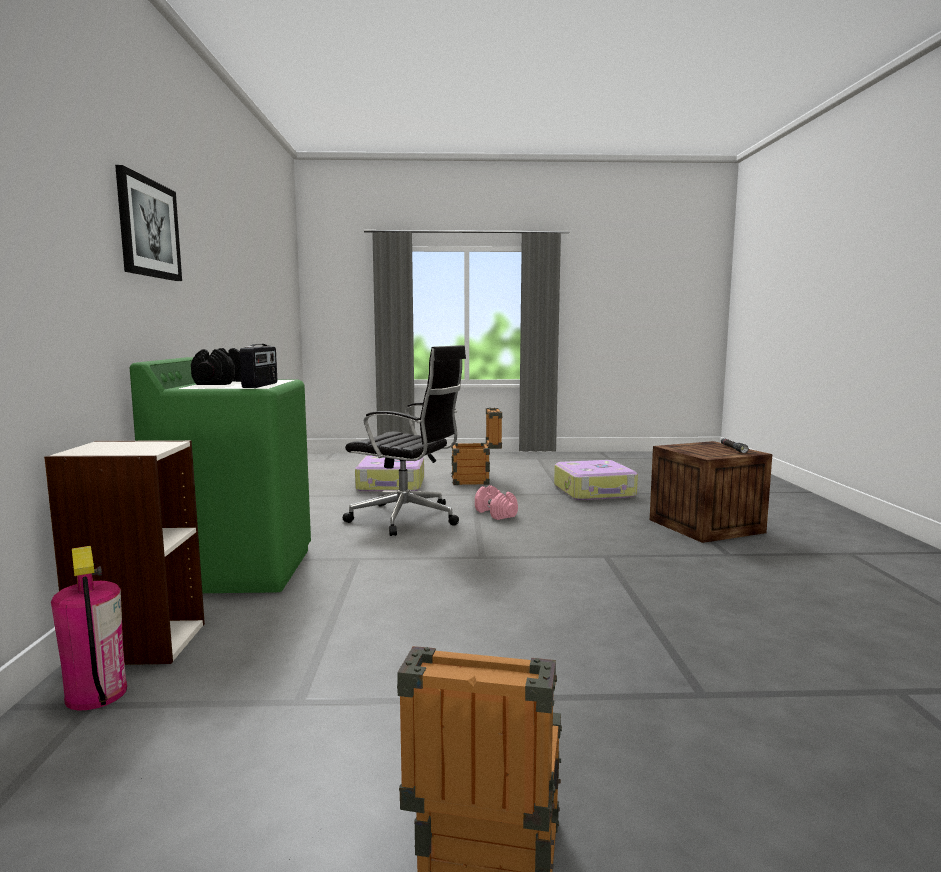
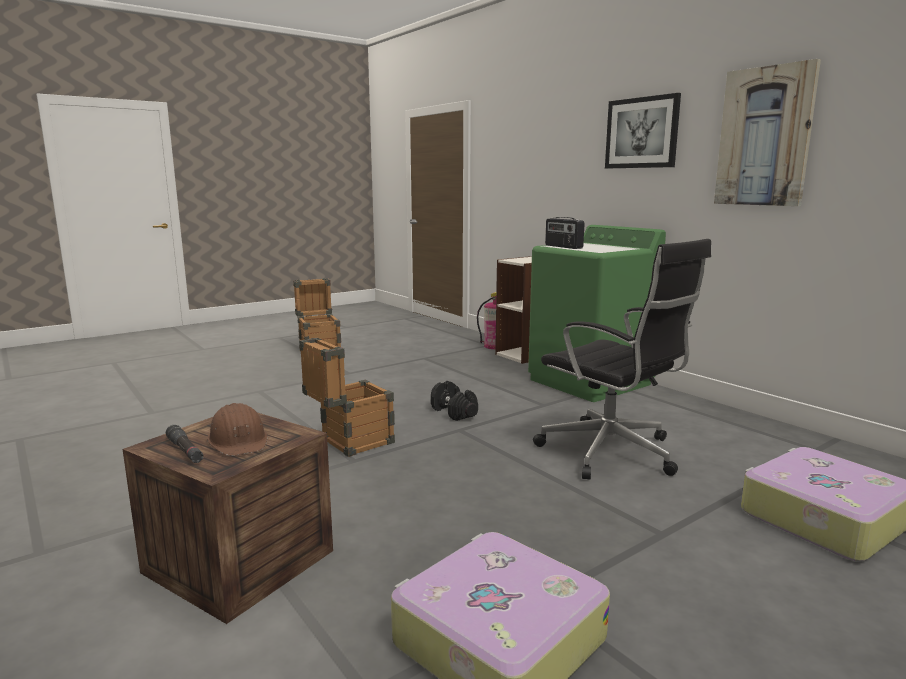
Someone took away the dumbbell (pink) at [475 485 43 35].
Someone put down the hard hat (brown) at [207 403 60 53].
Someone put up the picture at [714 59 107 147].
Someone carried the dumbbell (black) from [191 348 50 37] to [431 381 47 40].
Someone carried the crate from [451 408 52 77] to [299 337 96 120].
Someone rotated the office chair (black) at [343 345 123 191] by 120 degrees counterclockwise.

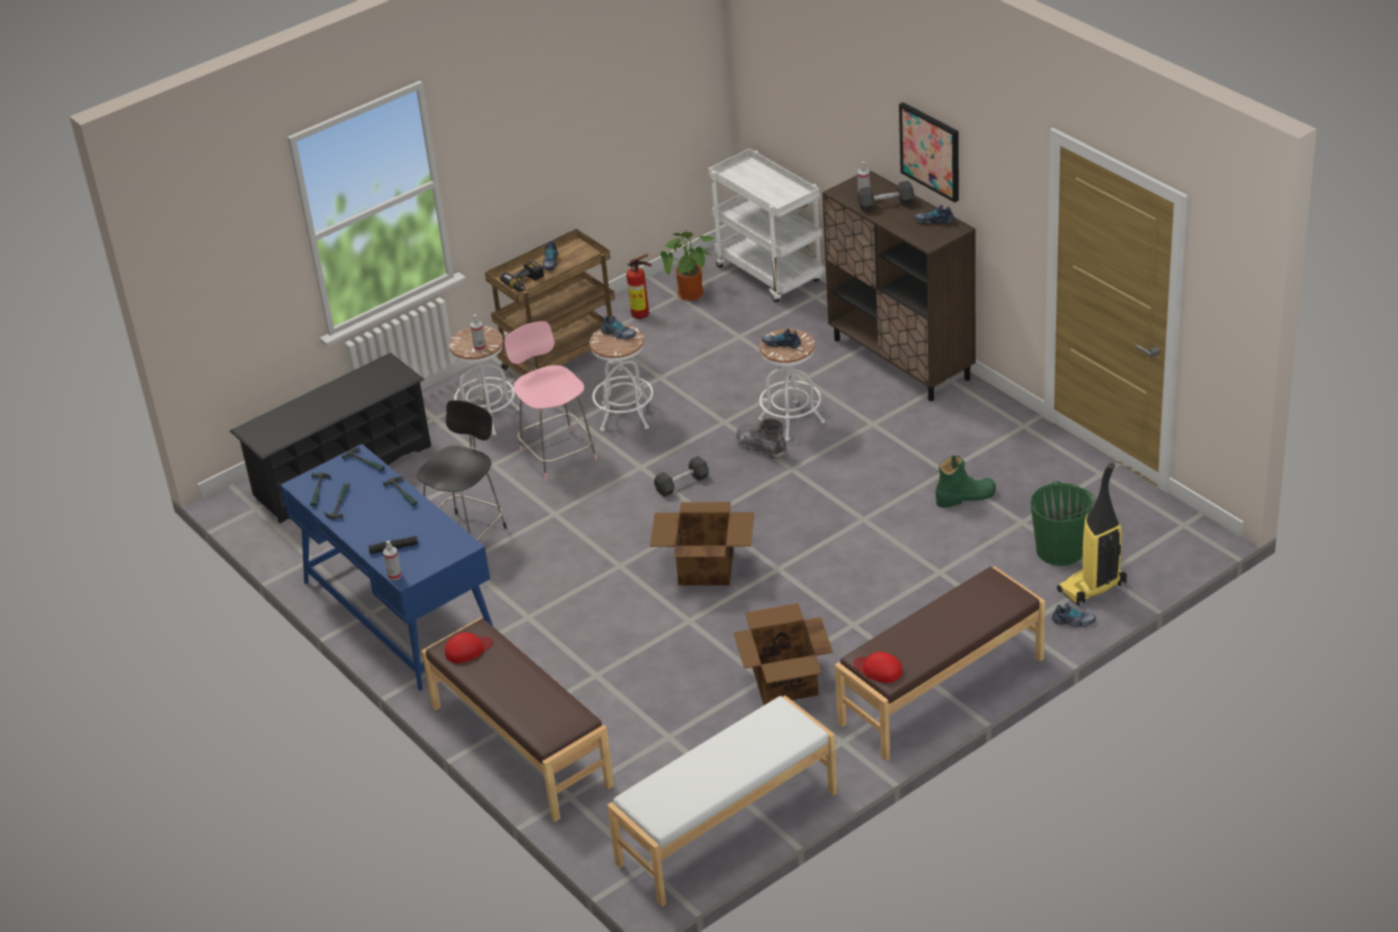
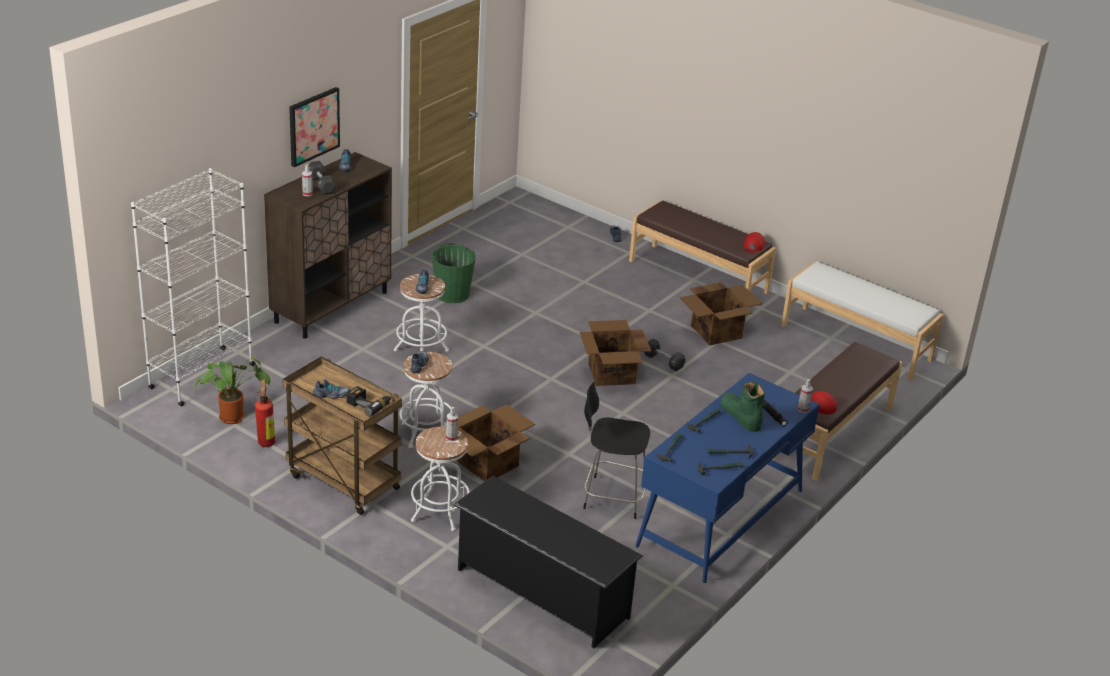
Someone took away the boot (grey) at [736 418 52 43].
Someone took away the vacuum cleaner at [1057 463 70 143].
Someone carried the dumbbell (black) from [654 456 55 41] to [644 339 42 32].
Someone carried the boot (green) from [936 456 60 52] to [720 382 45 50].
Someone carried the bucket (green) from [1030 481 65 85] to [432 243 44 60].
Someone swapped the chair (pink) at [504 321 93 159] for the cardboard box at [457 404 78 77].
Someone swapped the cart (white) at [708 148 116 154] for the bookcase (white) at [131 168 125 239].

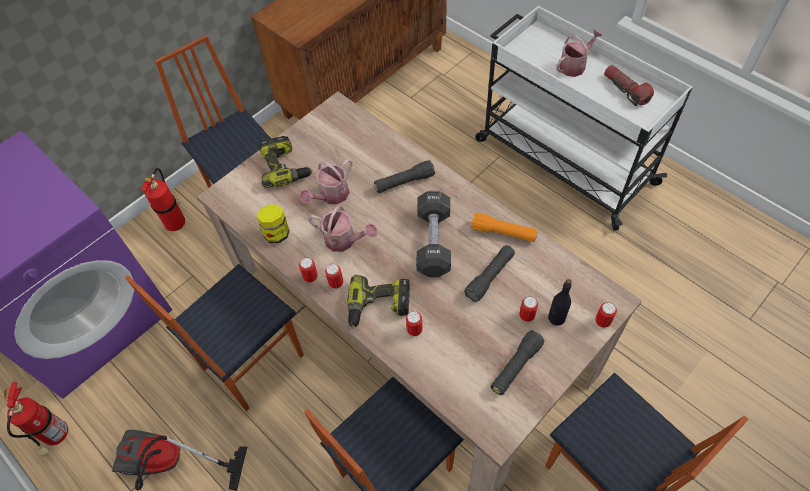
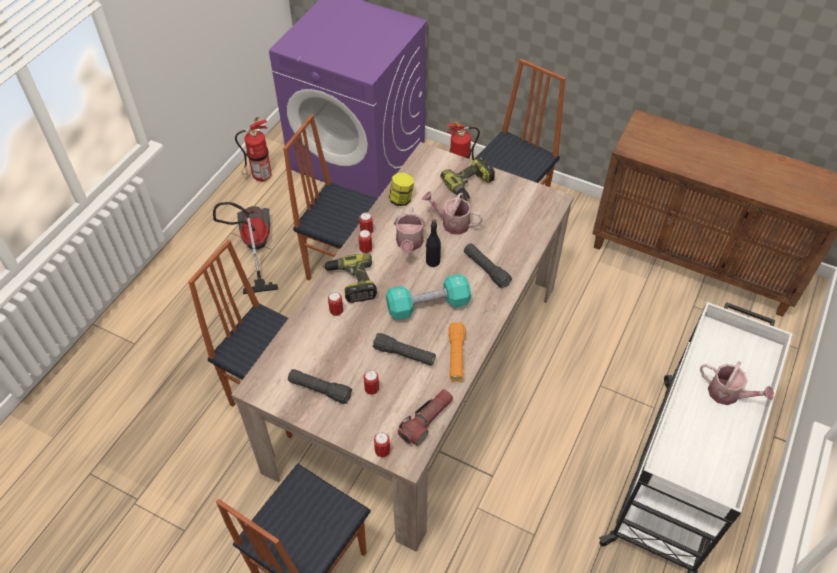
Someone carried the bottle (black) from [548 279 24 46] to [426 219 15 48].
Someone carried the flashlight from [604 65 50 41] to [398 389 55 57].
Someone repainted the dumbbell (black) at [416 191 35 86], which became the dumbbell (turquoise) at [386 274 85 46].

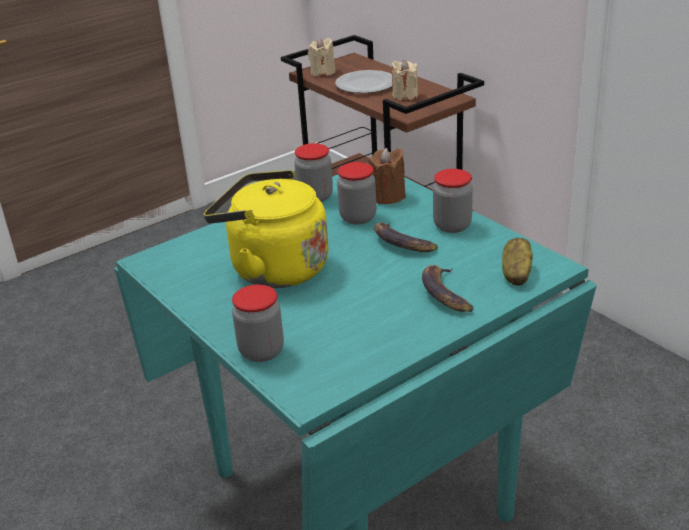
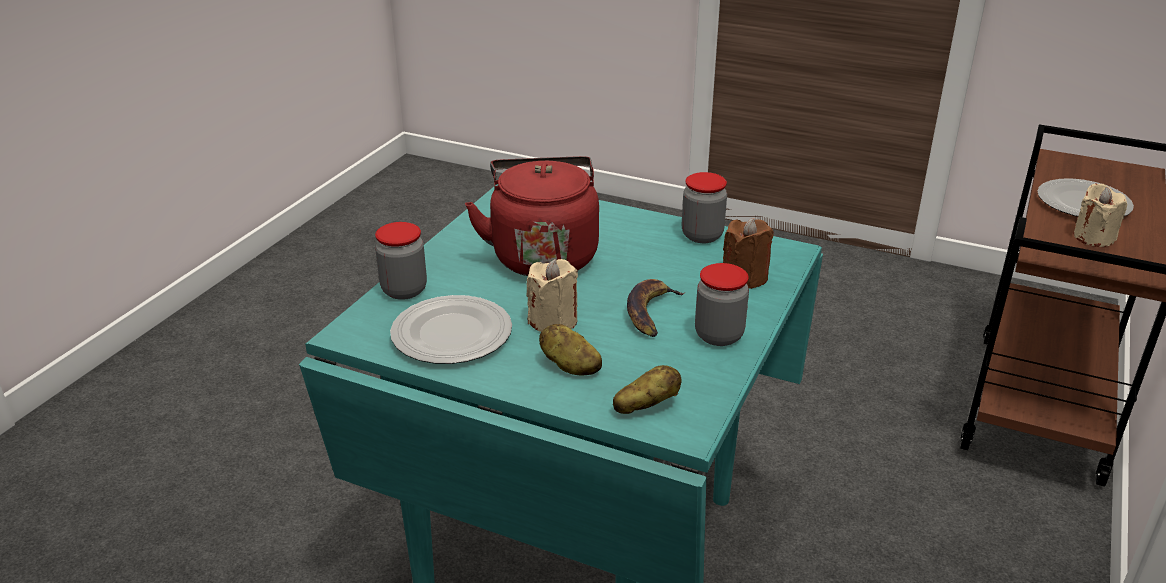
Someone took away the jar at [337 162 39 63].
Someone put down the plate at [390 295 122 69].
Someone carried the candle (beige) from [308 38 27 39] to [526 259 52 73].
Someone swapped the banana at [422 265 51 47] for the potato at [539 324 63 52].
Someone repainted the kettle (yellow) at [204 170 125 118], which became the kettle (red) at [465 156 134 120].

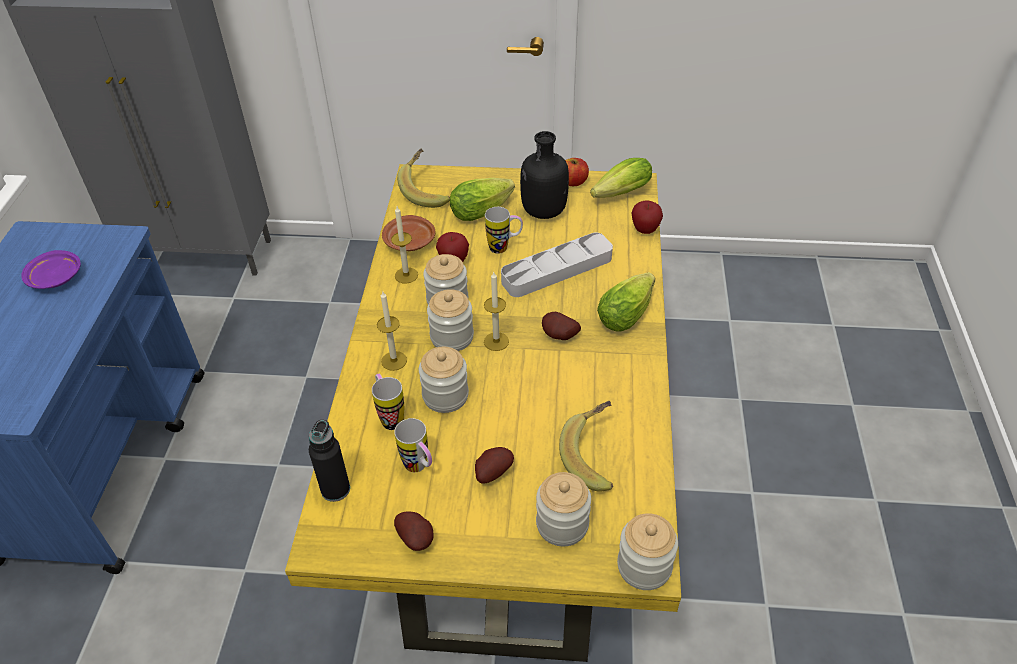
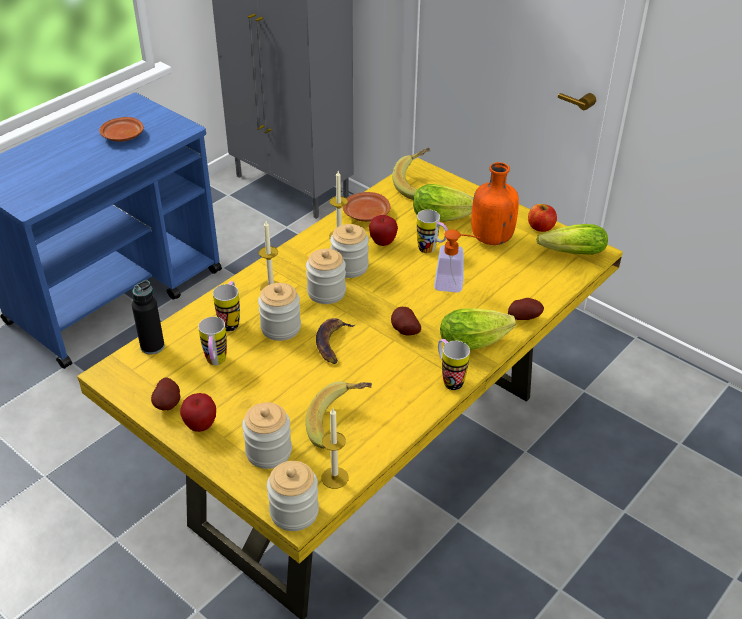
Someone put down the banana at [316 318 39 46].
Someone put down the mug at [438 339 32 51].
Someone carried the potato from [475 447 39 37] to [508 298 36 22].
Someone carried the candle from [484 272 25 79] to [321 408 28 81].
Someone carried the apple from [632 200 31 34] to [180 393 36 39].
Someone swapped the tray (grey) at [501 233 112 64] for the soap dispenser at [434 230 46 63].
Someone repainted the plate (purple) at [21 250 60 39], which became the plate (brown) at [99 117 45 25].
Someone repainted the bottle (black) at [520 131 49 88], which became the bottle (orange) at [471 162 48 83].

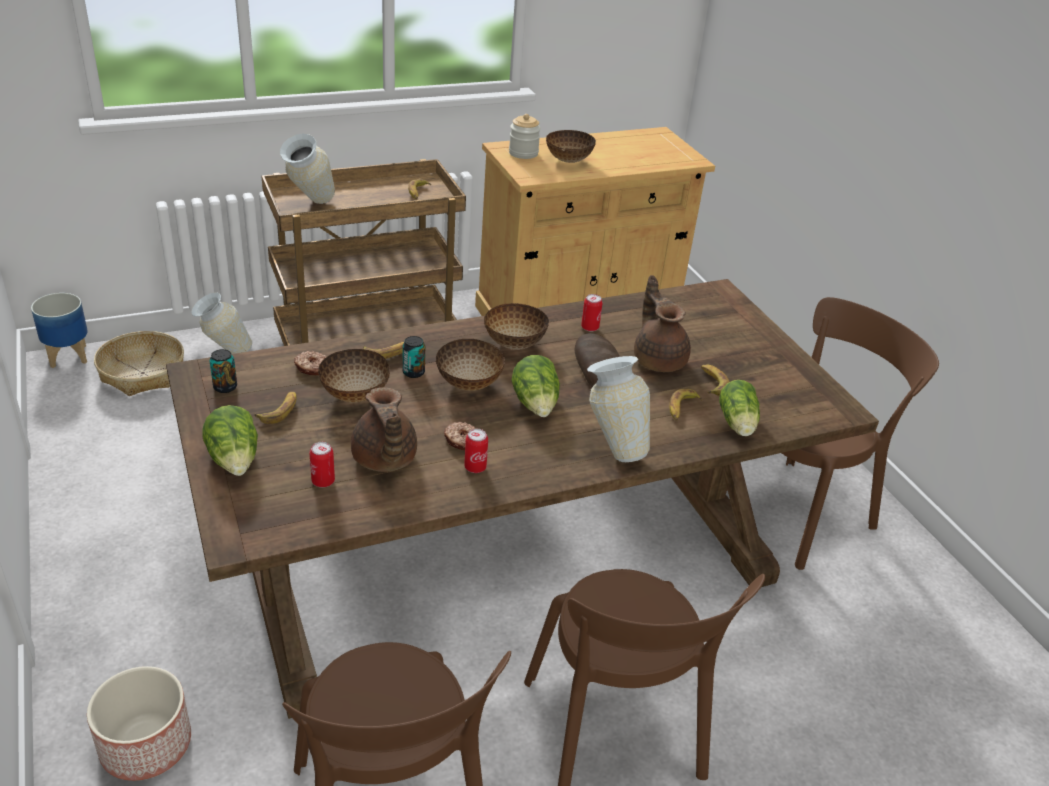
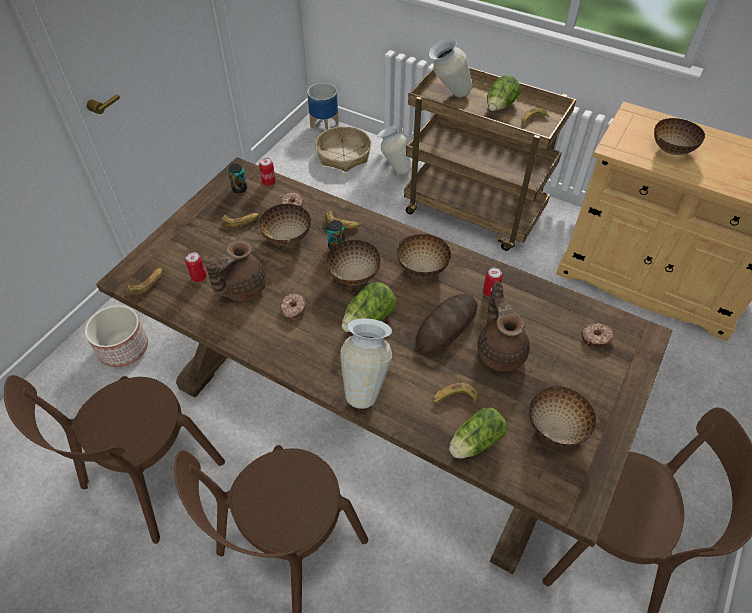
Someone took away the jar at [509 114 32 45].
Someone put down the bowl at [529 386 68 61].
Someone put down the donut at [582 323 32 25].
Someone carried the lettuce from [202 405 56 71] to [487 75 34 36].
Someone carried the can from [464 429 24 44] to [259 158 17 28].
Someone carried the banana from [701 365 29 31] to [126 268 36 26].
Someone rotated the teapot (brown) at [634 275 57 97] by 45 degrees counterclockwise.

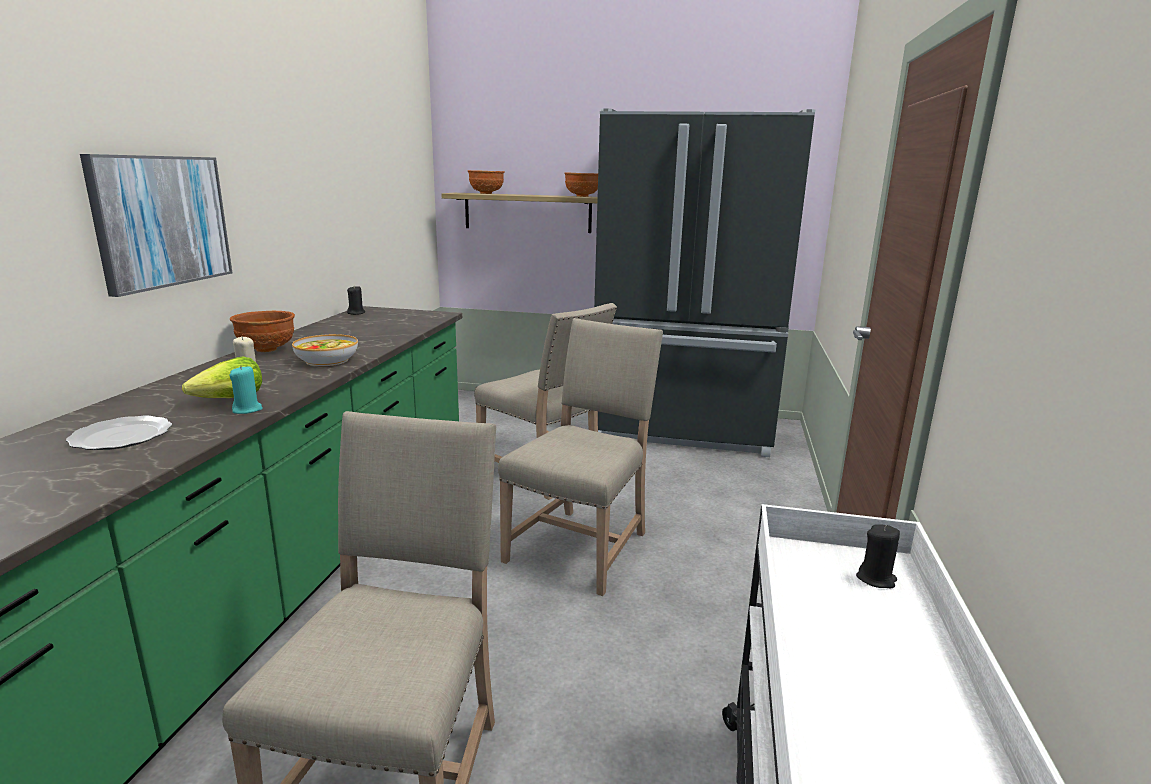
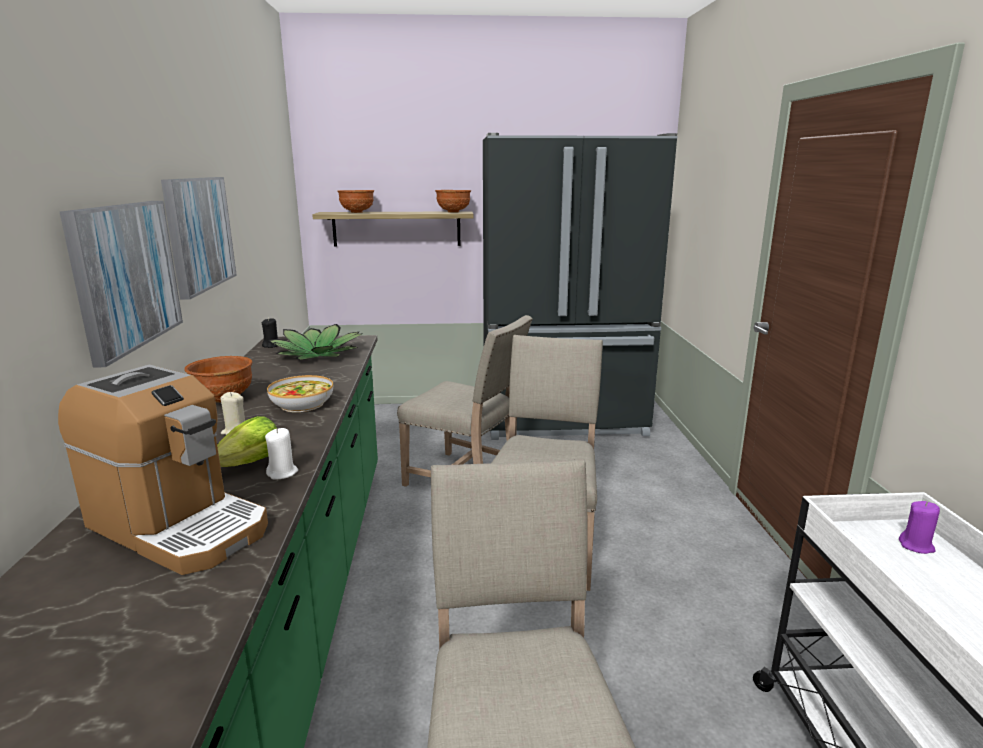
Someone put up the picture at [161 177 76 123].
Someone put down the potted plant at [268 324 93 36].
Someone swapped the plate at [66 416 106 34] for the coffee machine at [58 365 210 210].
Someone repainted the candle (turquoise) at [230 366 33 48], which became the candle (white) at [265 428 33 52].
Someone repainted the candle (black) at [856 524 44 65], which became the candle (purple) at [899 501 41 53].

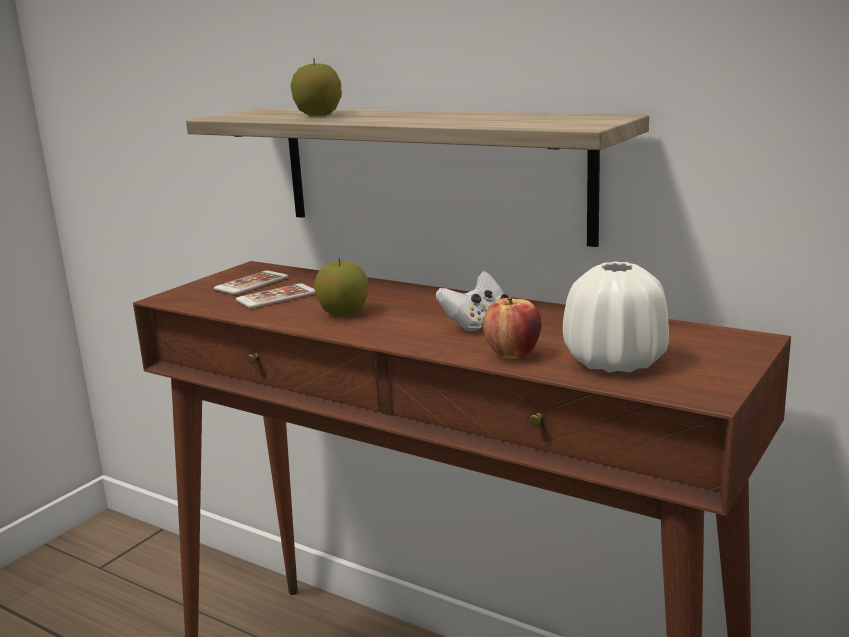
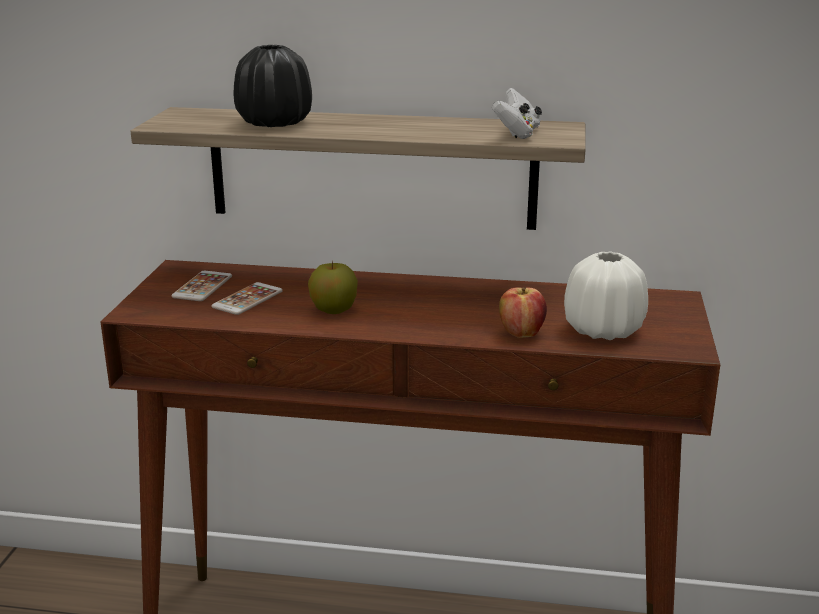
Someone carried the game controller (white) from [436 271 72 61] to [492 88 50 51].
Someone swapped the apple at [290 59 52 57] for the vase (black) at [233 45 79 82].

